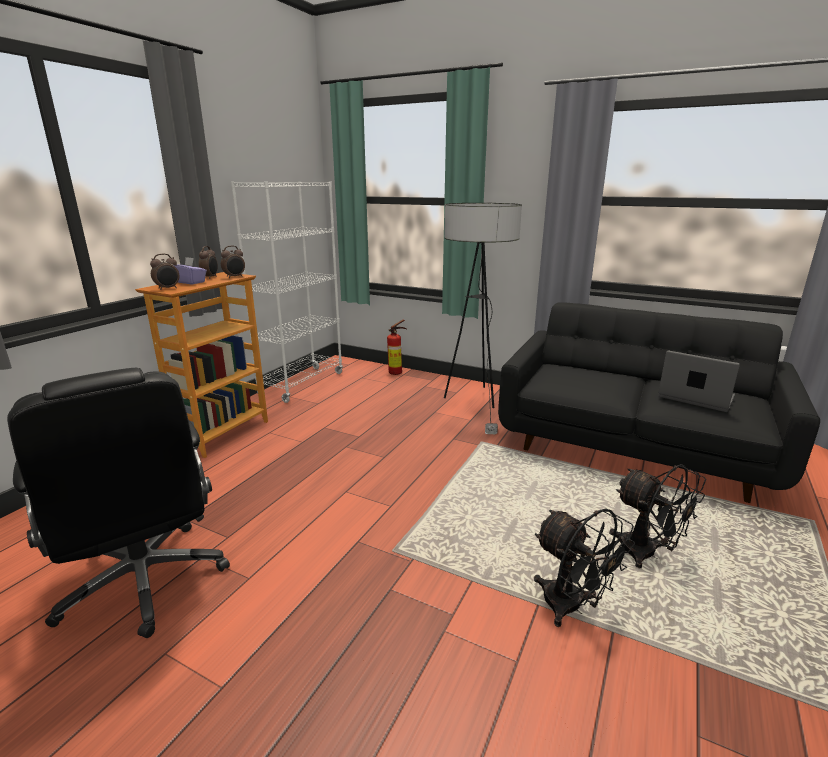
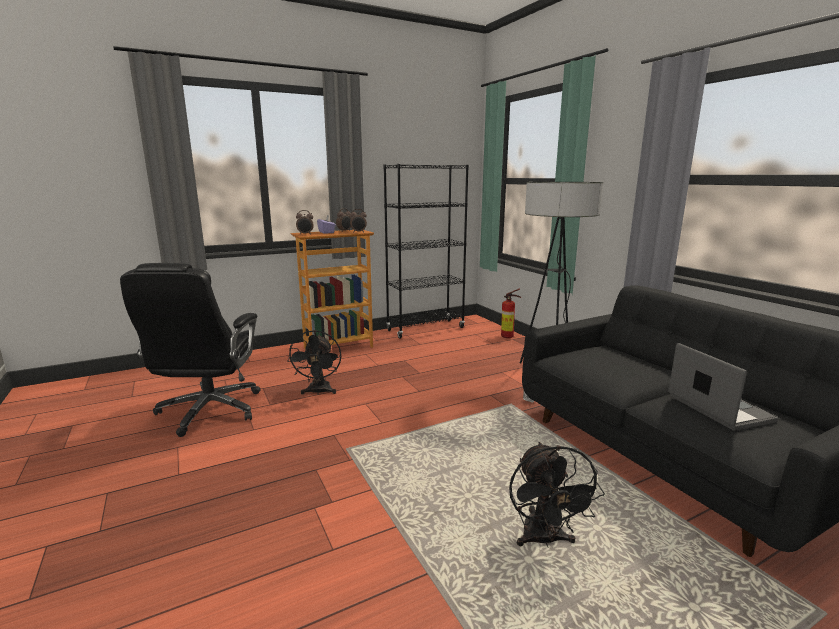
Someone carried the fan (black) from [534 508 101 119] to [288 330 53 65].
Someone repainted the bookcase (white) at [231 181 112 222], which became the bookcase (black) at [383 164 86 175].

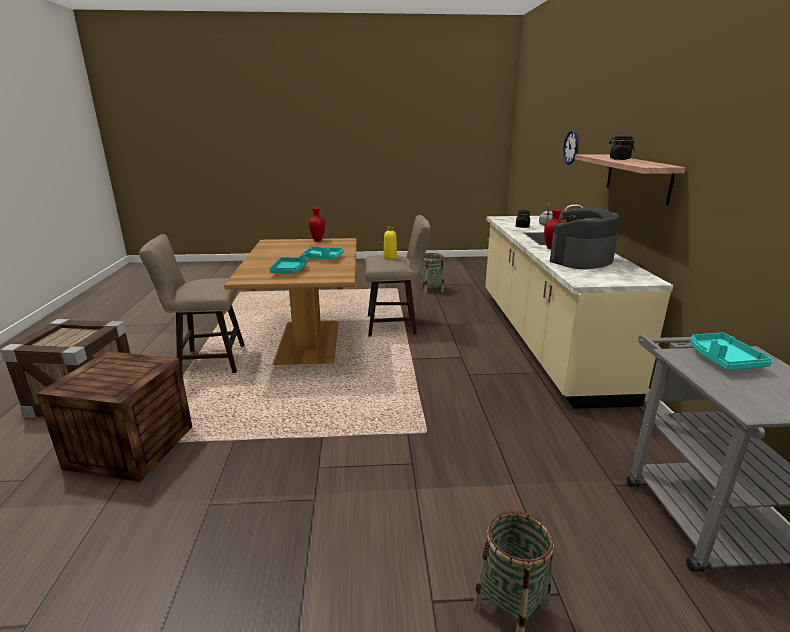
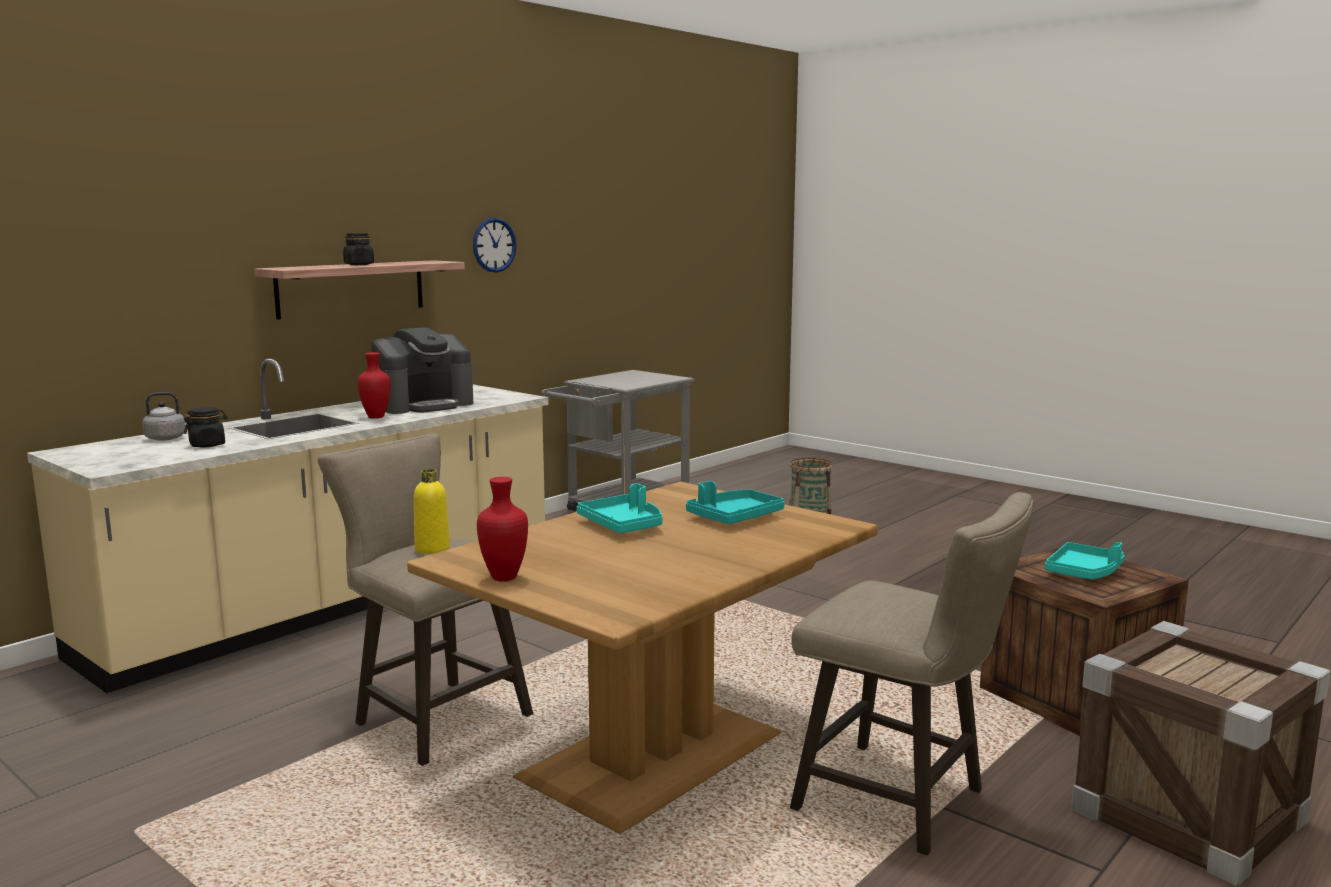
Someone took away the basket at [420 253 24 40].
Someone carried the wall clock from [563 130 15 35] to [473 218 43 55].
Someone carried the tray (turquoise) from [690 333 82 37] to [1045 542 80 37].
Someone rotated the coffee machine at [550 208 70 61] by 45 degrees counterclockwise.

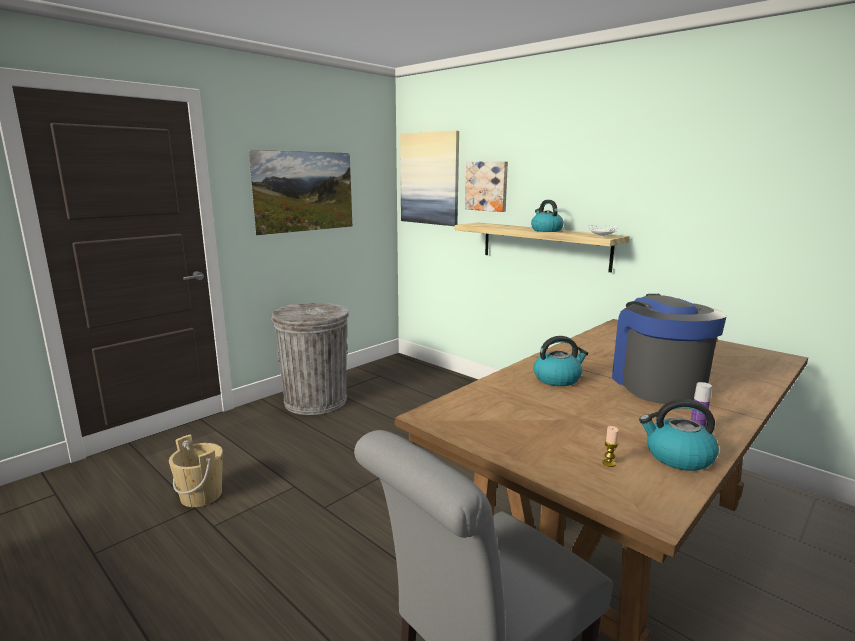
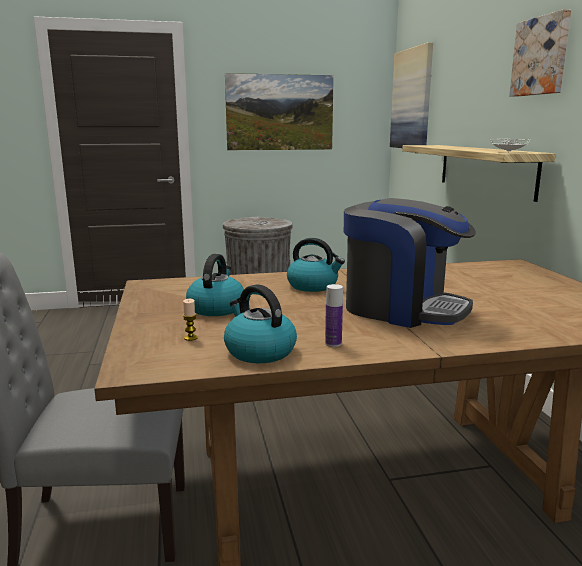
Someone took away the bucket (beige) at [169 434 54 73].
Someone carried the picture from [465 161 43 51] to [509 9 62 88].
Someone carried the kettle from [531 200 33 32] to [186 254 58 62].
Someone rotated the coffee machine at [612 294 115 110] by 90 degrees clockwise.

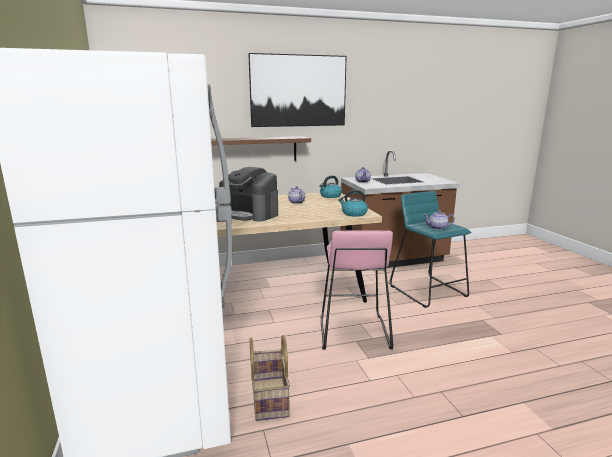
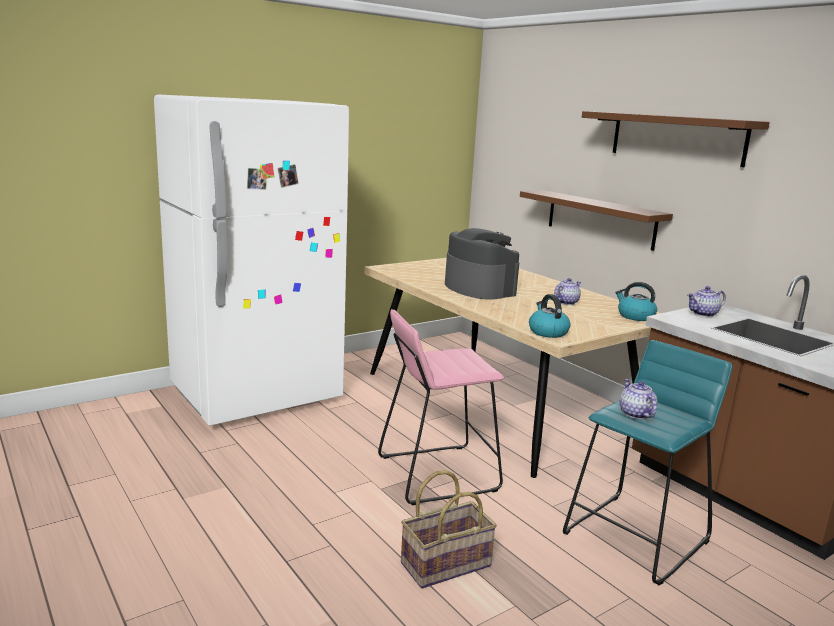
Someone carried the basket from [250 335 40 86] to [401 470 96 119].
Someone swapped the picture at [248 53 99 74] for the shelf (brown) at [582 111 188 57].
Someone rotated the coffee machine at [219 167 59 55] by 135 degrees clockwise.

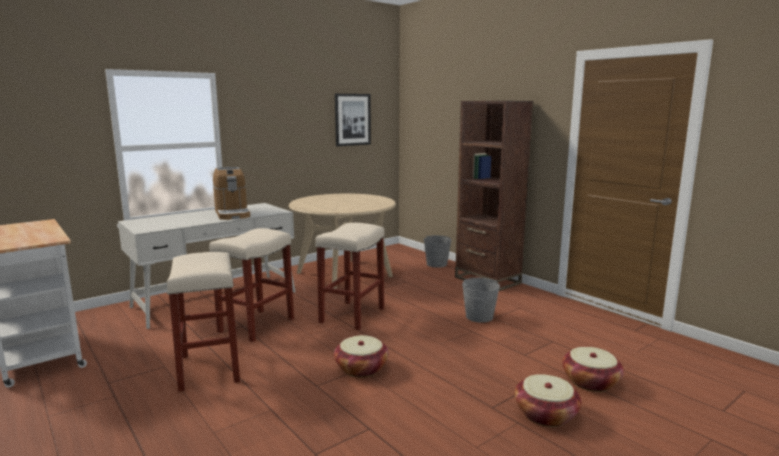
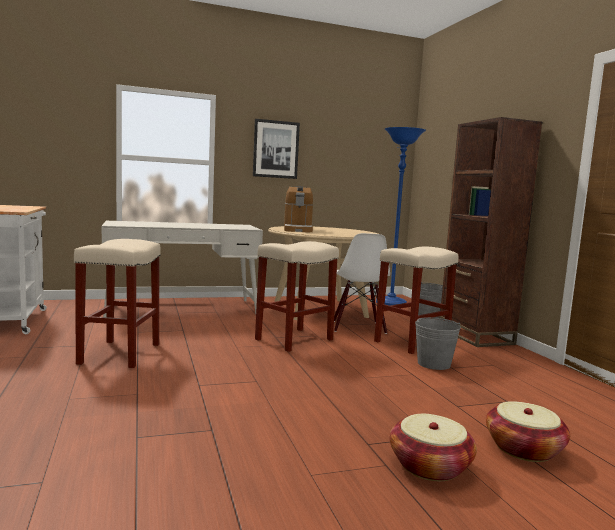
Someone took away the basket at [334 335 55 42].
Someone put down the chair (white) at [334 233 56 101].
Someone put down the floor lamp (blue) at [376 127 50 179].
Someone carried the stool (beige) from [209 228 85 114] to [374 247 84 107].
Someone carried the coffee machine from [213 167 37 53] to [284 186 29 46].
Someone carried the picture from [335 94 36 52] to [253 119 47 60].

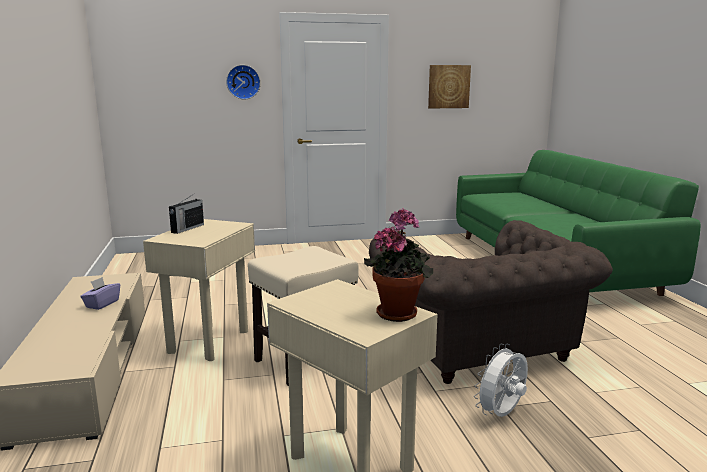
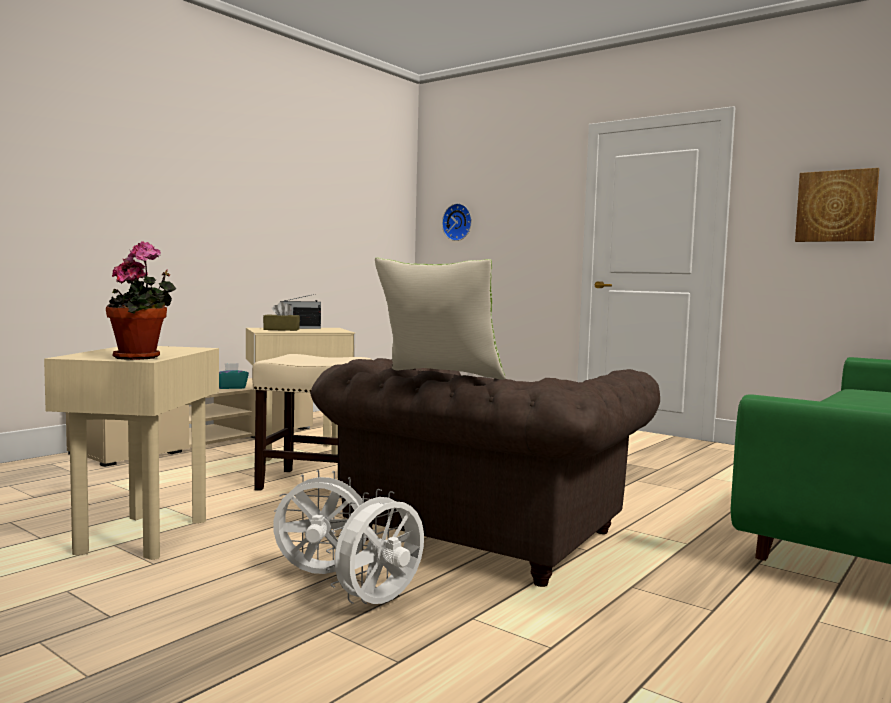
Someone put down the tissue box (brown) at [263 301 37 30].
Someone put down the fan (white) at [326 489 98 115].
Someone put down the pillow at [375 258 130 122].
Someone carried the wall clock from [226 65 35 35] to [442 203 30 38].
Someone repainted the tissue box (purple) at [80 277 40 33], which became the tissue box (turquoise) at [219 363 30 26].

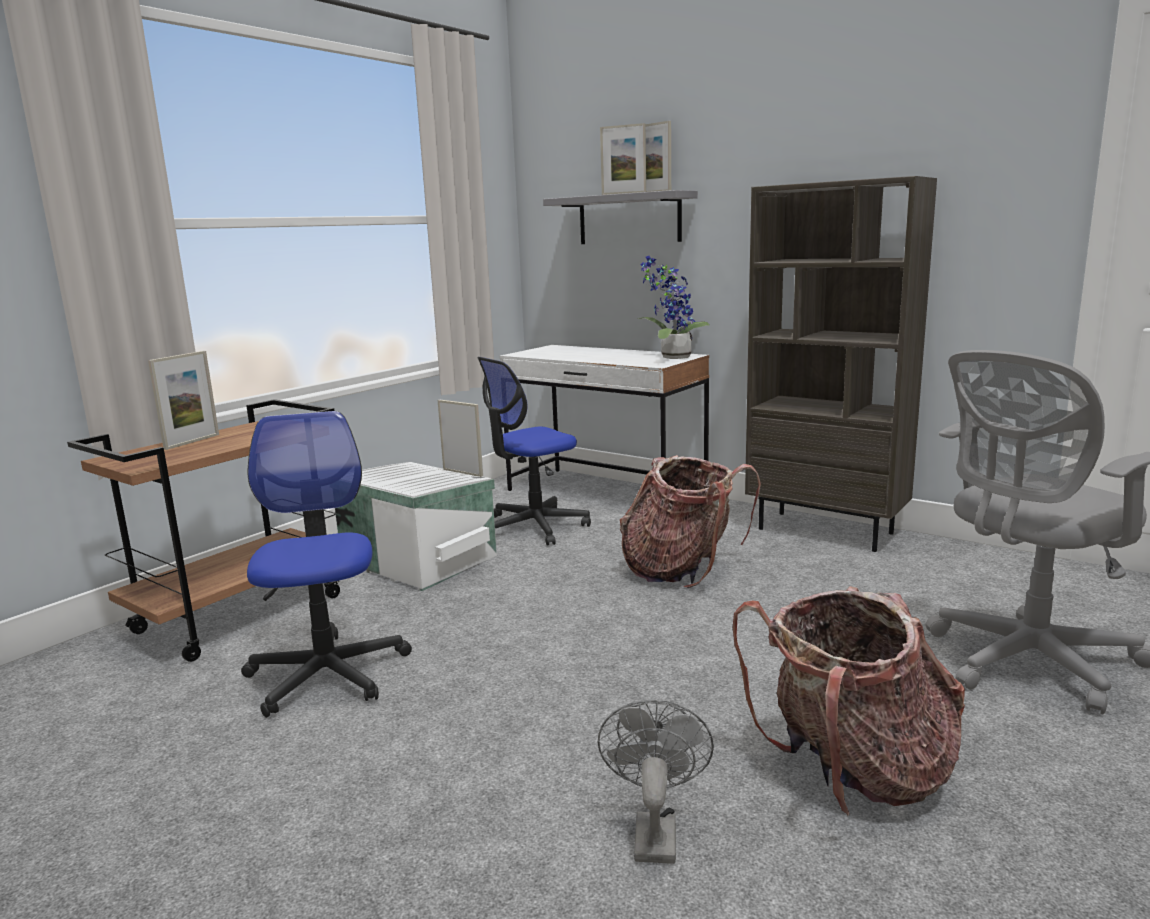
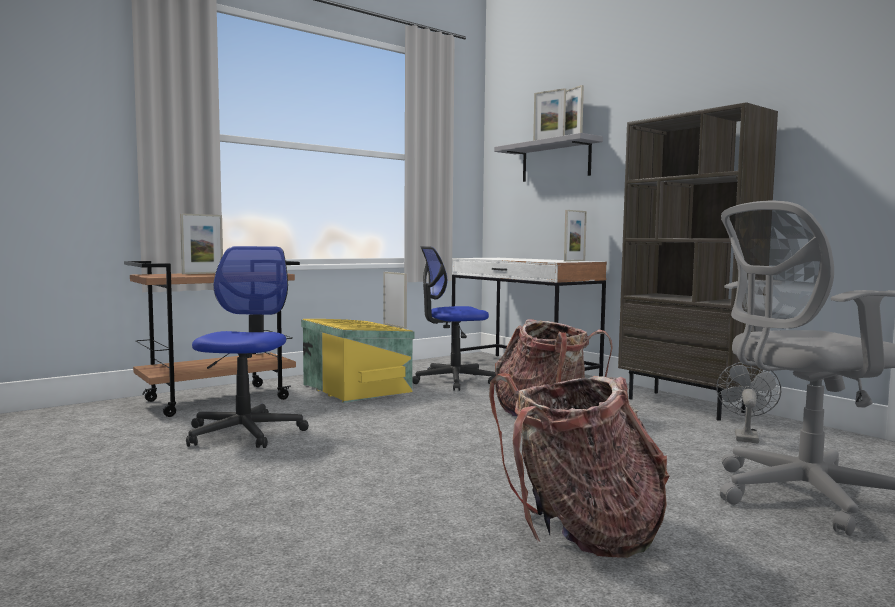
Someone carried the fan (grey) from [598 700 116 164] to [716 362 65 81].
Someone swapped the potted plant at [638 256 72 103] for the picture frame at [564 210 23 52].
Someone repainted the storage box (white) at [335 462 162 129], which became the storage box (yellow) at [301 319 113 84].

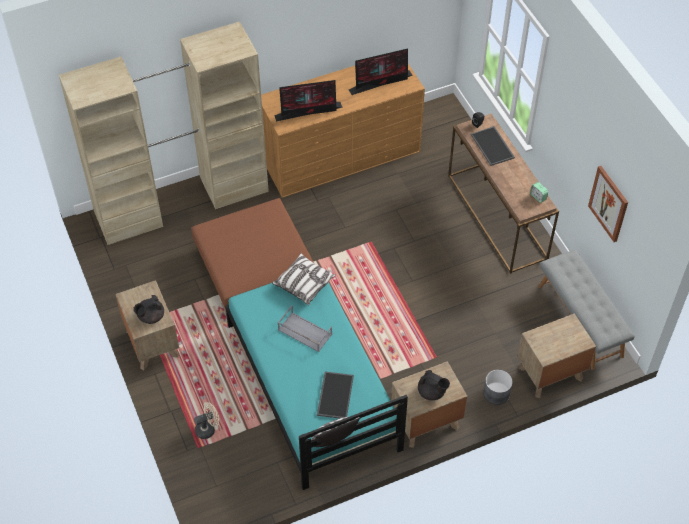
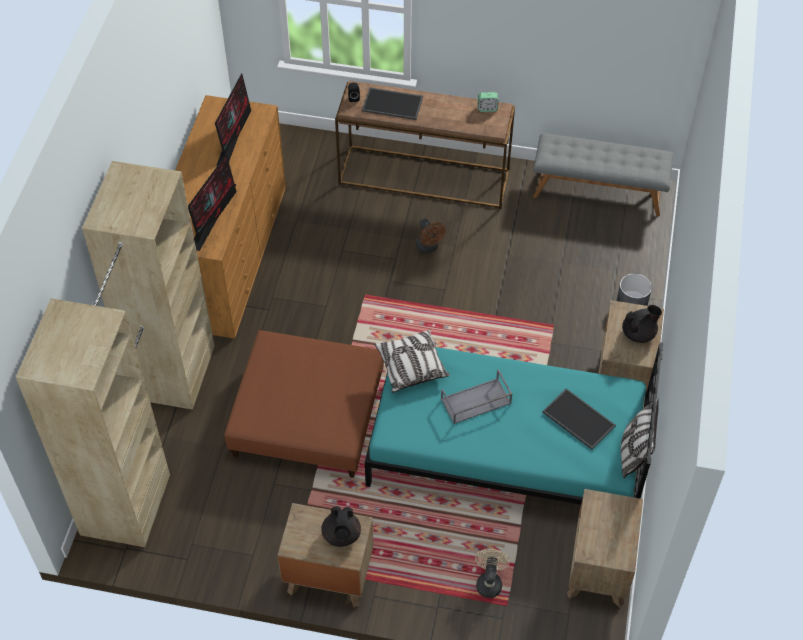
Someone took away the picture at [588 166 40 76].
Someone put down the fan (brown) at [416 218 30 35].
Someone carried the nightstand (brown) from [517 313 79 85] to [567 489 76 118].

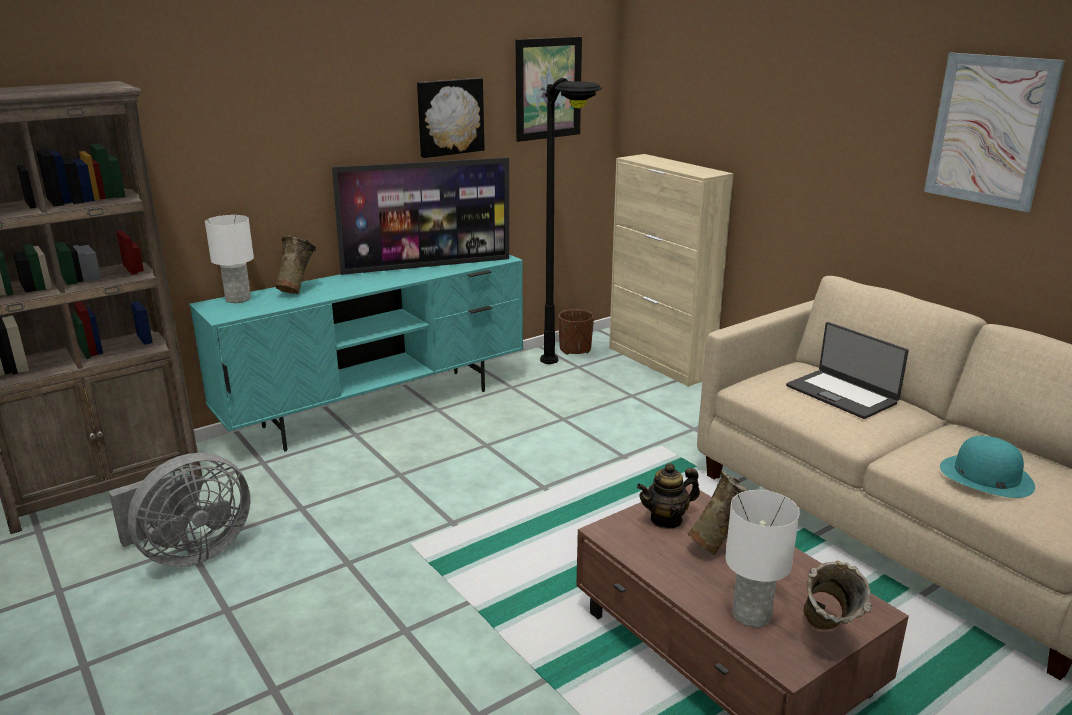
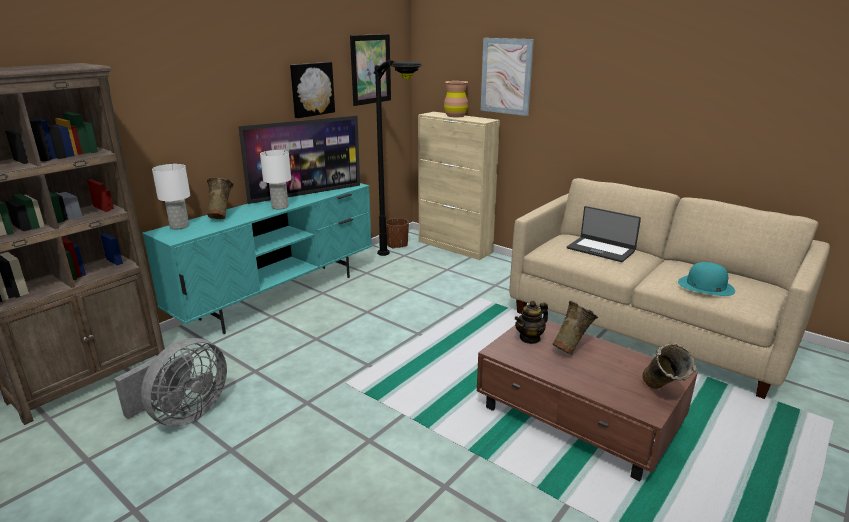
Someone put down the vase (brown) at [444 81 24 36].
Someone carried the table lamp (white) from [725 490 75 137] to [260 150 31 60].
Someone carried the picture from [924 53 141 159] to [481 38 53 78].

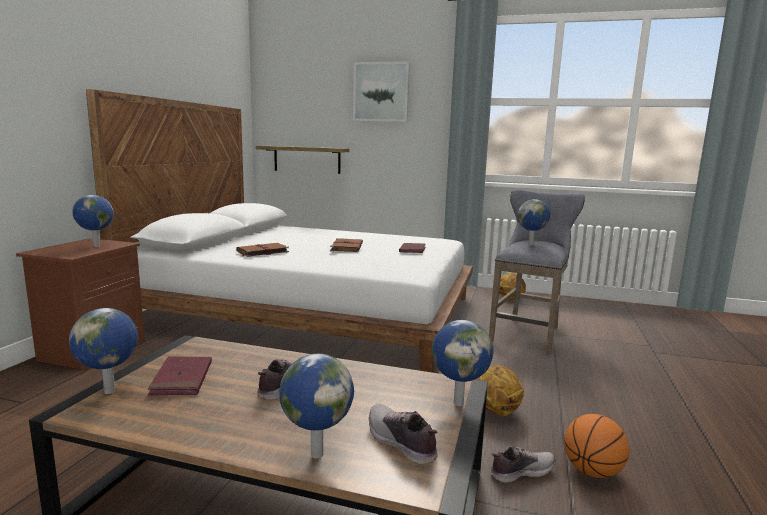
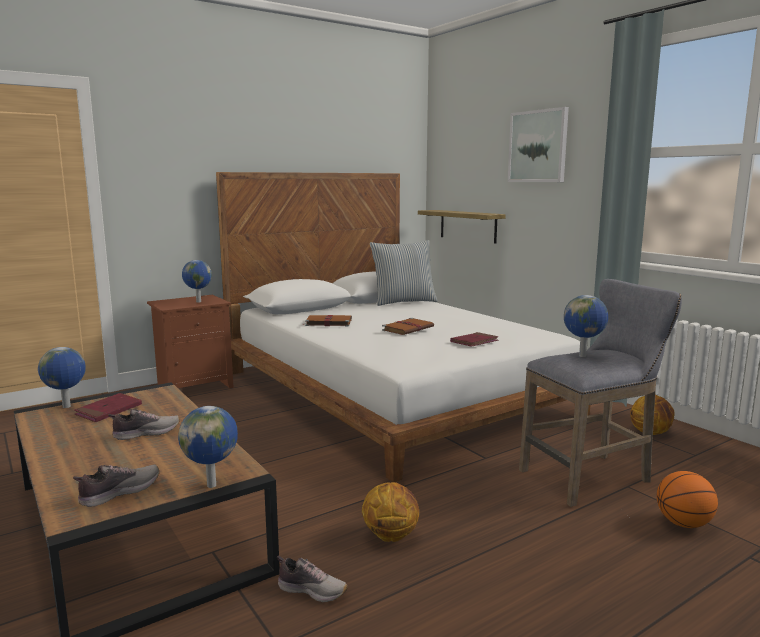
Someone took away the globe at [279 354 75 104].
Someone put down the pillow at [370 240 68 66].
Someone carried the basketball from [564 414 65 64] to [657 471 61 57].
Someone rotated the shoe at [369 404 69 60] by 45 degrees clockwise.

